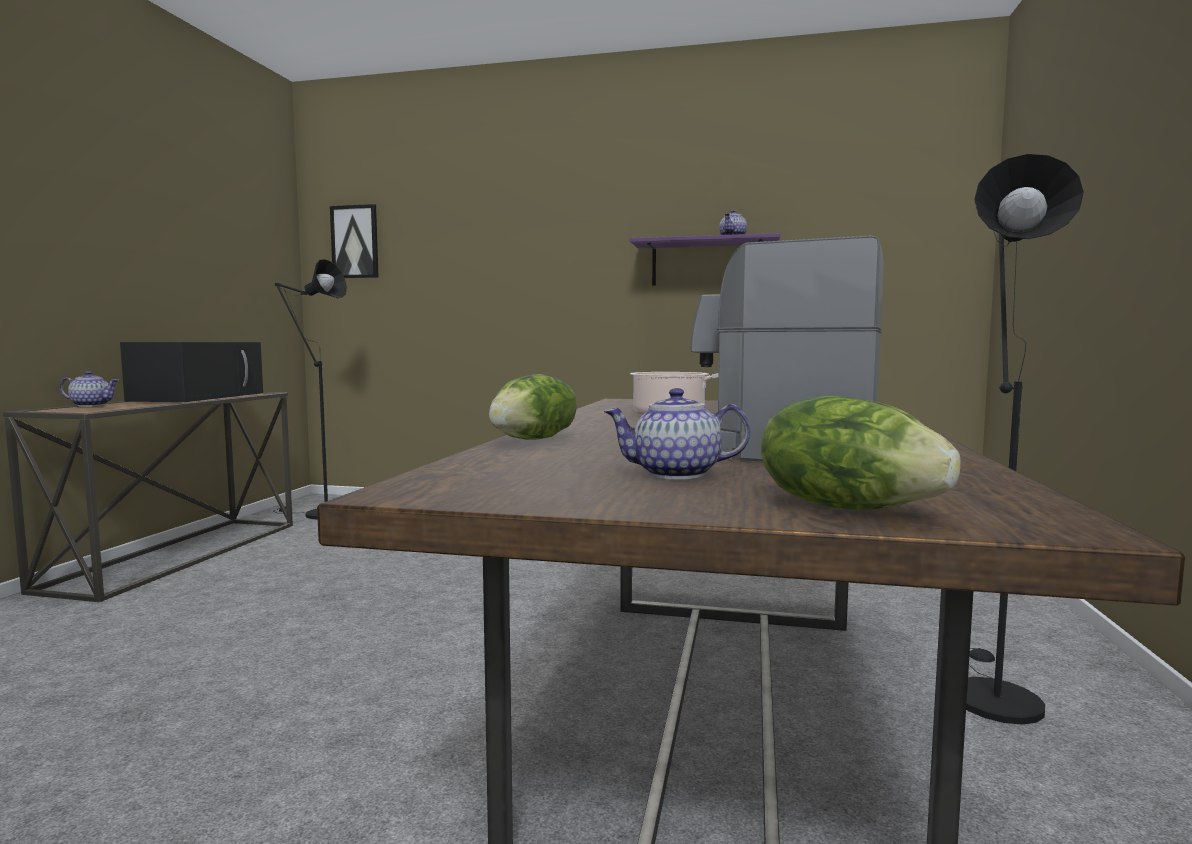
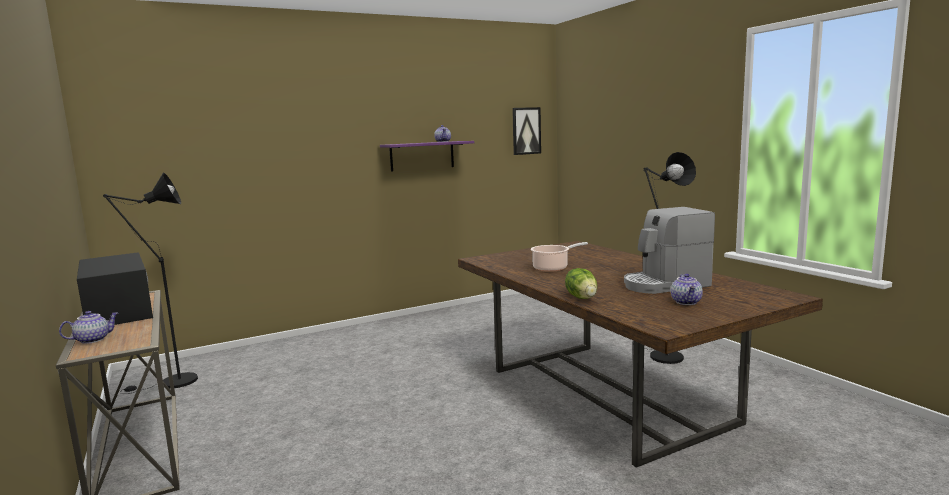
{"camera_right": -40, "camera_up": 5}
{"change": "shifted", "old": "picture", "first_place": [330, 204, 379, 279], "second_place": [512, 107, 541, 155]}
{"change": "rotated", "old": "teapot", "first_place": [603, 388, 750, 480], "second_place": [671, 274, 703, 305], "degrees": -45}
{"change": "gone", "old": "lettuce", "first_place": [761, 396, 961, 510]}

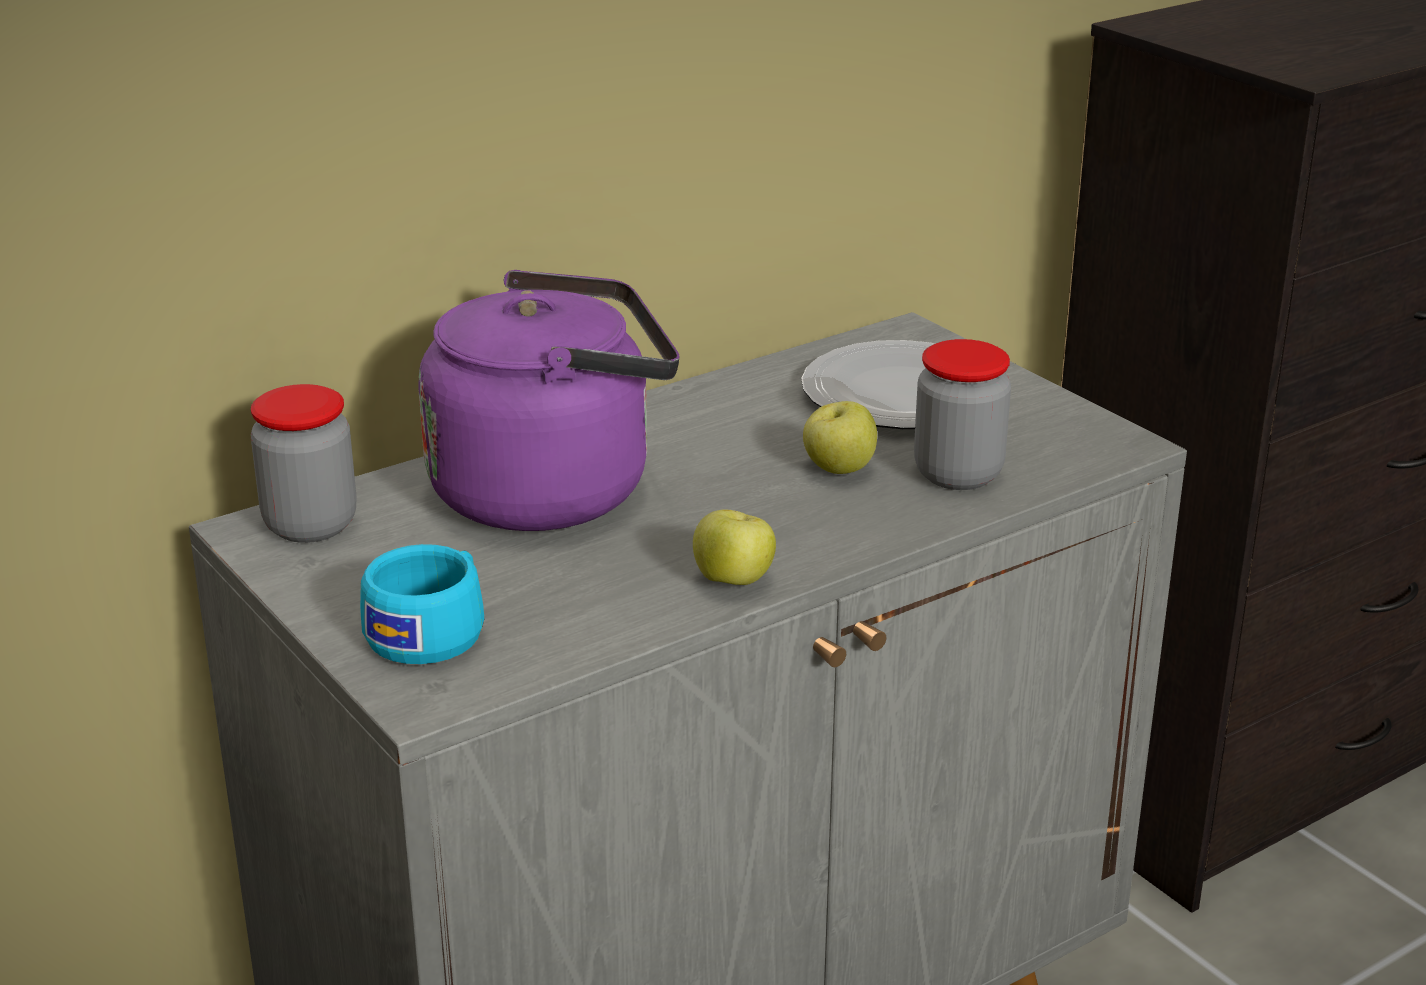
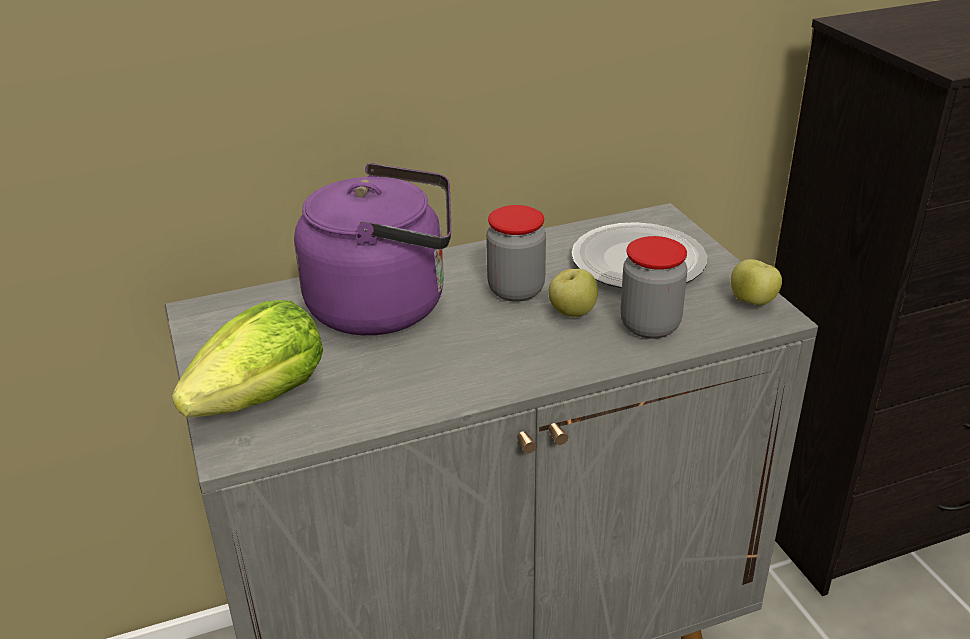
{"camera_right": 15, "camera_up": 5}
{"change": "shifted", "old": "jar", "first_place": [251, 384, 356, 543], "second_place": [486, 205, 546, 302]}
{"change": "shifted", "old": "apple", "first_place": [693, 510, 776, 585], "second_place": [731, 259, 782, 305]}
{"change": "swapped", "old": "turquoise_cup", "new": "lettuce", "first_place": [360, 544, 484, 664], "second_place": [172, 300, 323, 417]}

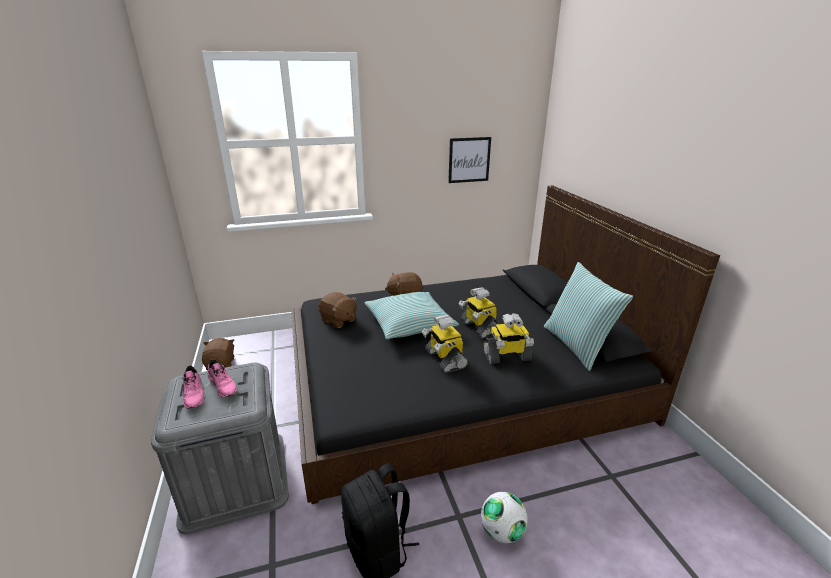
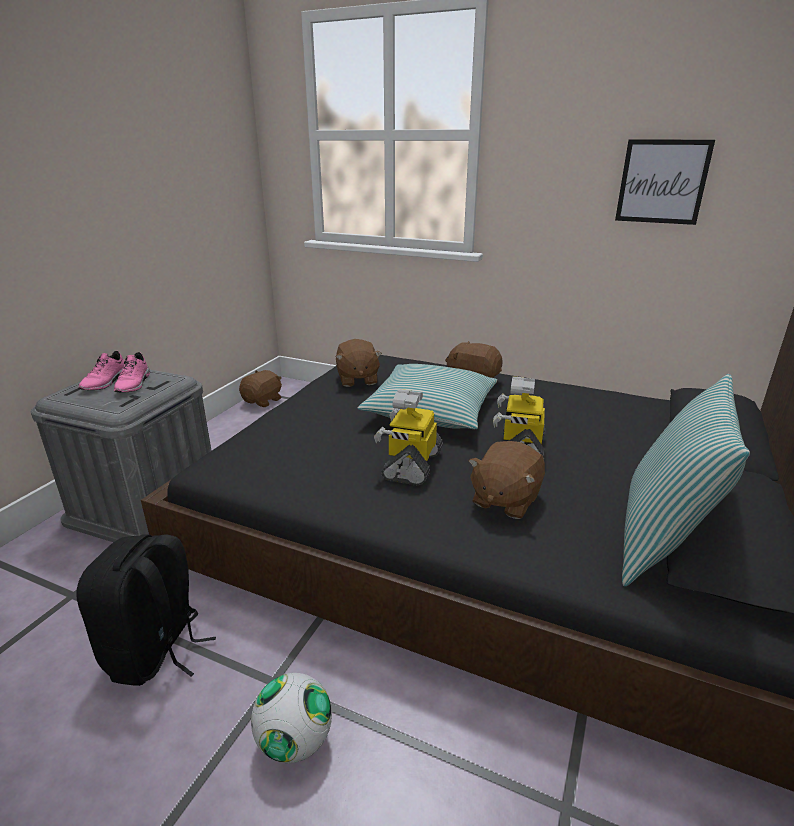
{"camera_right": 40, "camera_up": 0}
{"change": "swapped", "old": "toy_robot", "new": "brown_plush_toy", "first_place": [483, 313, 534, 364], "second_place": [469, 441, 545, 519]}

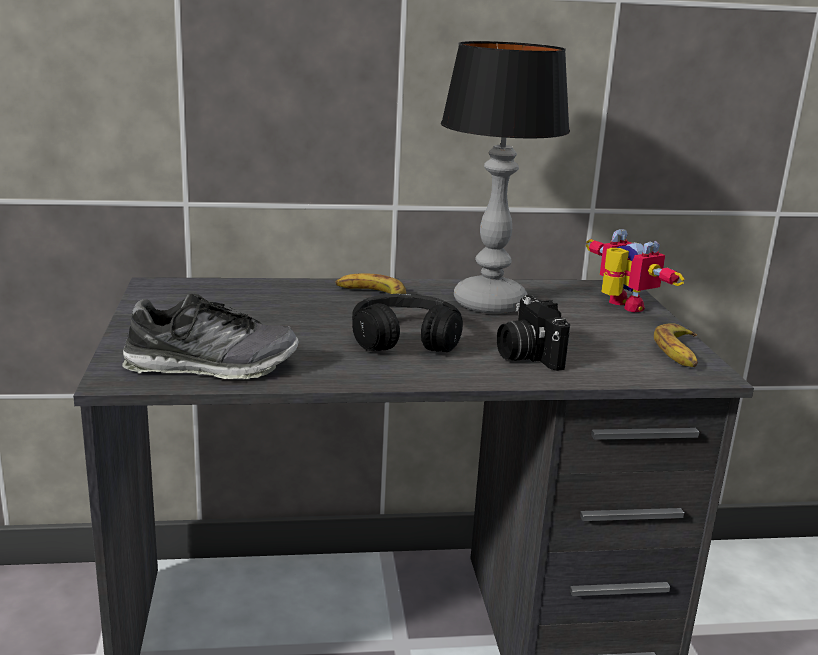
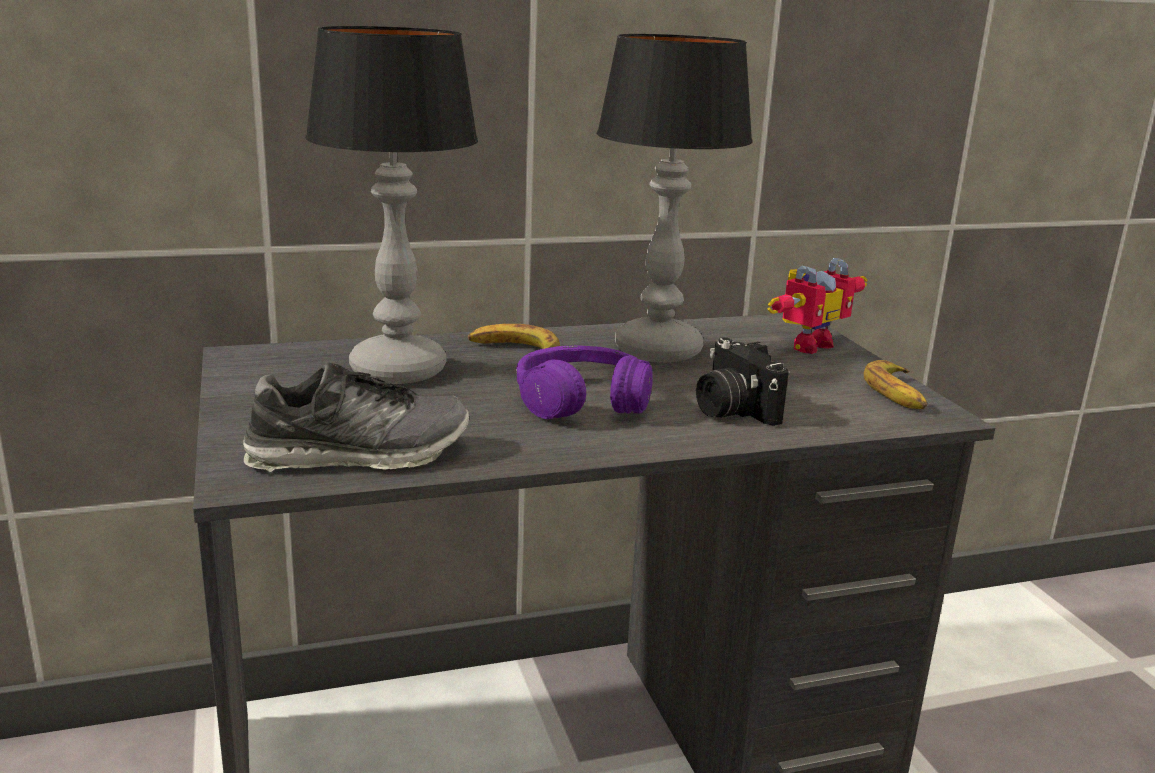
{"camera_right": -10, "camera_up": 0}
{"change": "rotated", "old": "toy_robot", "first_place": [586, 229, 685, 313], "second_place": [767, 258, 868, 354], "degrees": 90}
{"change": "repainted", "old": "black_headphones", "new": "purple_headphones", "first_place": [352, 294, 463, 352], "second_place": [516, 345, 653, 419]}
{"change": "new", "new": "table_lamp", "second_place": [305, 26, 478, 384]}

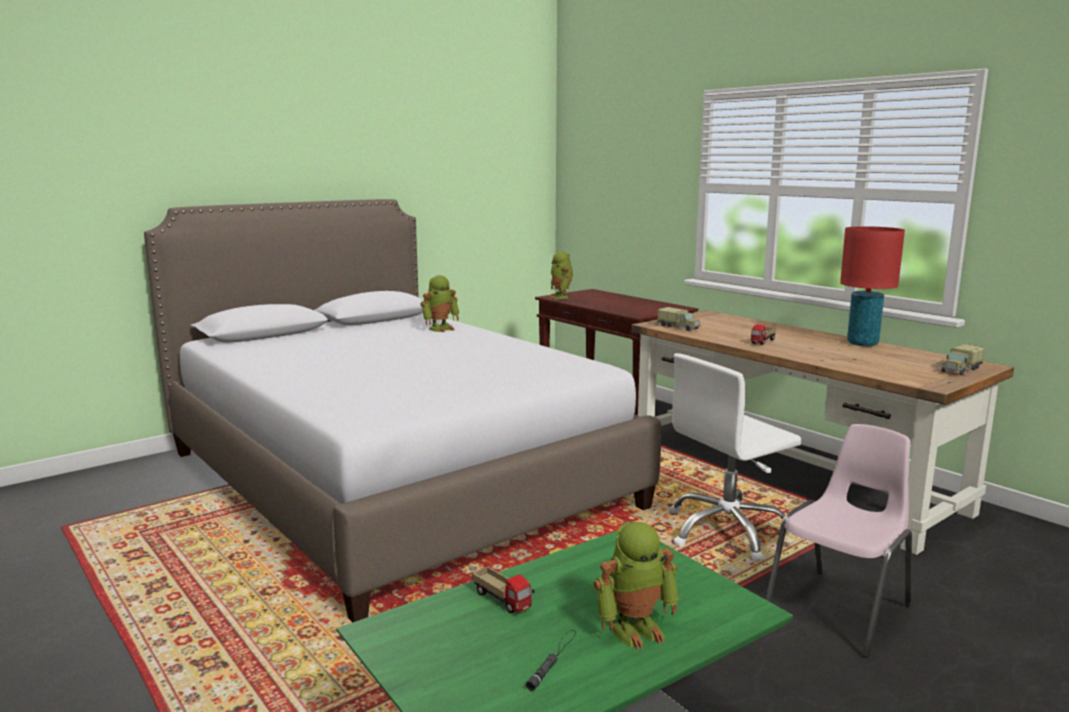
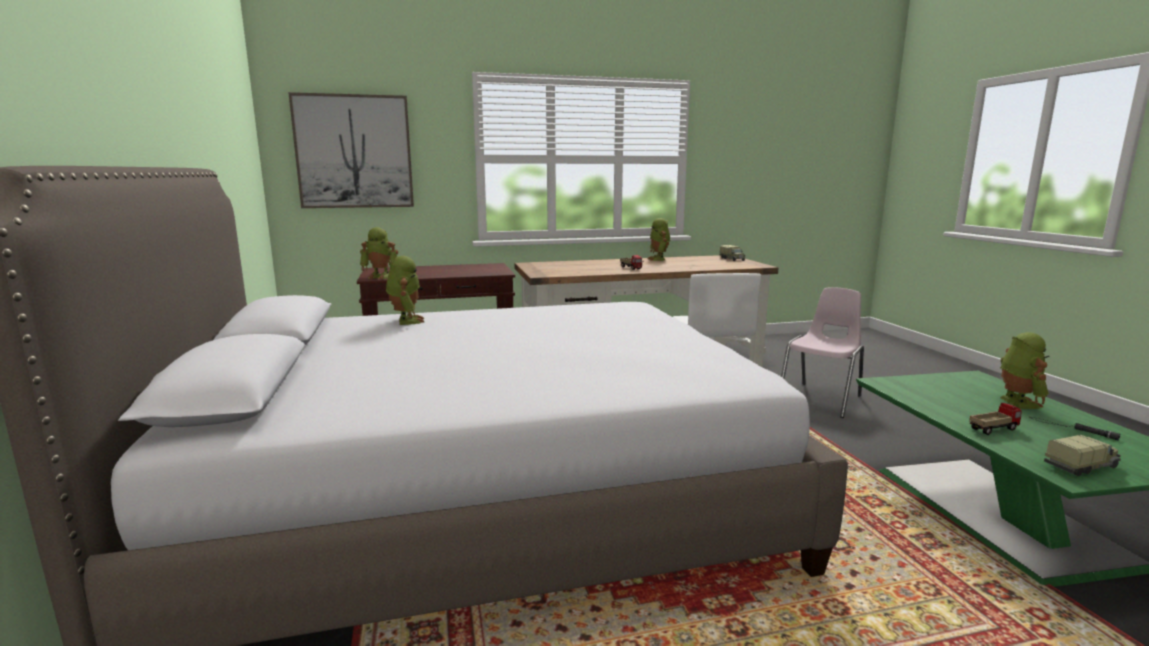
{"camera_right": -65, "camera_up": 0}
{"change": "swapped", "old": "red_table_lamp", "new": "toy_robot", "first_place": [840, 226, 905, 346], "second_place": [647, 218, 670, 261]}
{"change": "shifted", "old": "toy_truck", "first_place": [657, 307, 701, 331], "second_place": [1044, 435, 1121, 476]}
{"change": "rotated", "old": "pink_chair", "first_place": [765, 424, 912, 658], "second_place": [781, 287, 864, 418], "degrees": 60}
{"change": "new", "new": "picture", "second_place": [288, 92, 414, 208]}

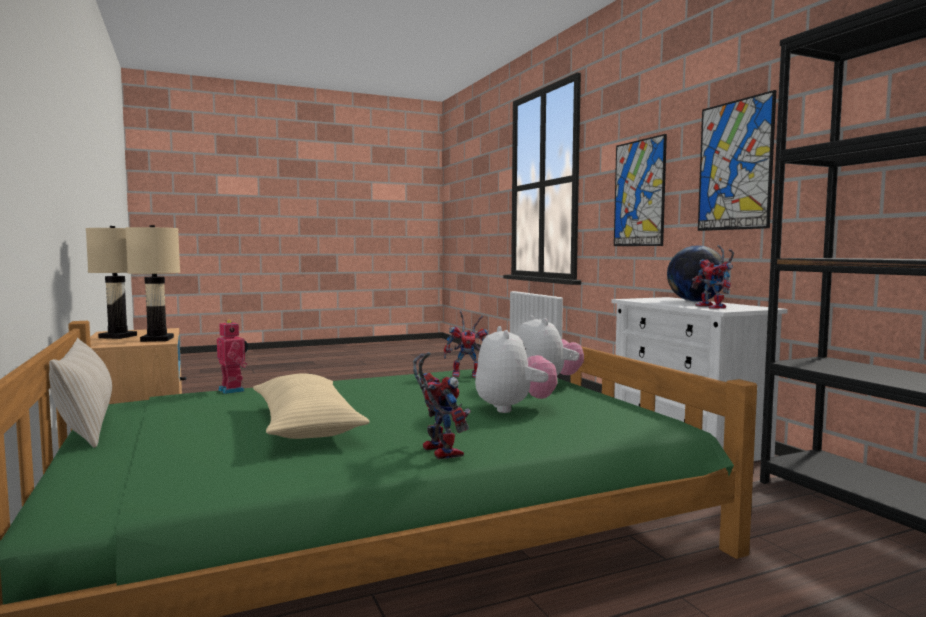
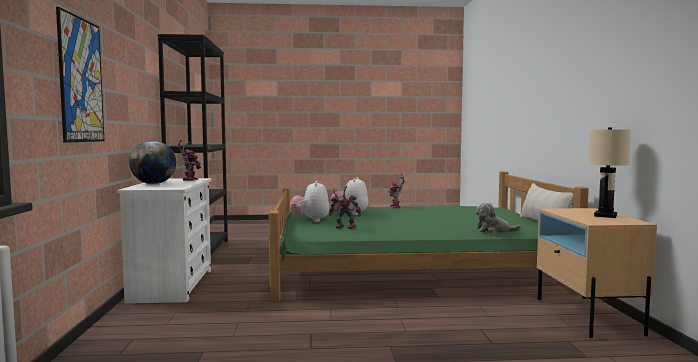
{"camera_right": -160, "camera_up": 0}
{"change": "gone", "old": "picture", "first_place": [698, 90, 776, 231]}
{"change": "gone", "old": "beige_table_lamp", "first_place": [125, 225, 180, 342]}
{"change": "swapped", "old": "toy_robot", "new": "plush_toy", "first_place": [217, 320, 248, 394], "second_place": [475, 202, 521, 233]}
{"change": "gone", "old": "beige_pillow", "first_place": [253, 374, 370, 439]}

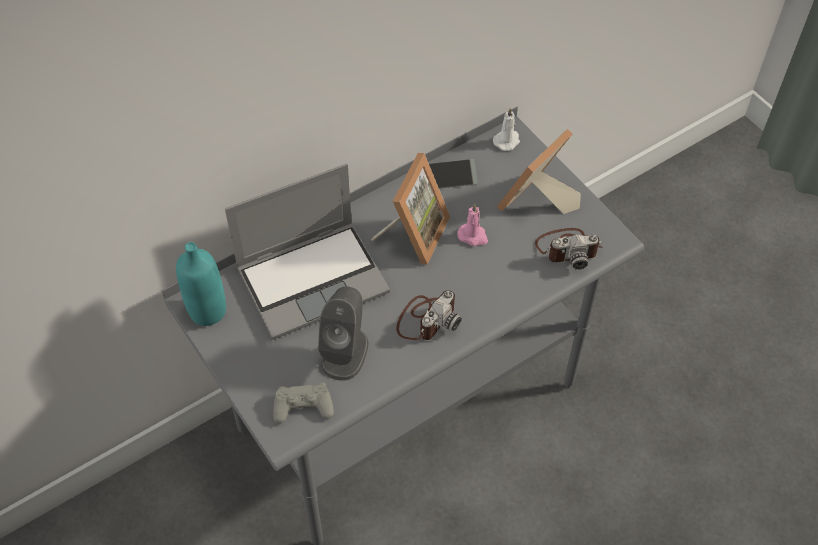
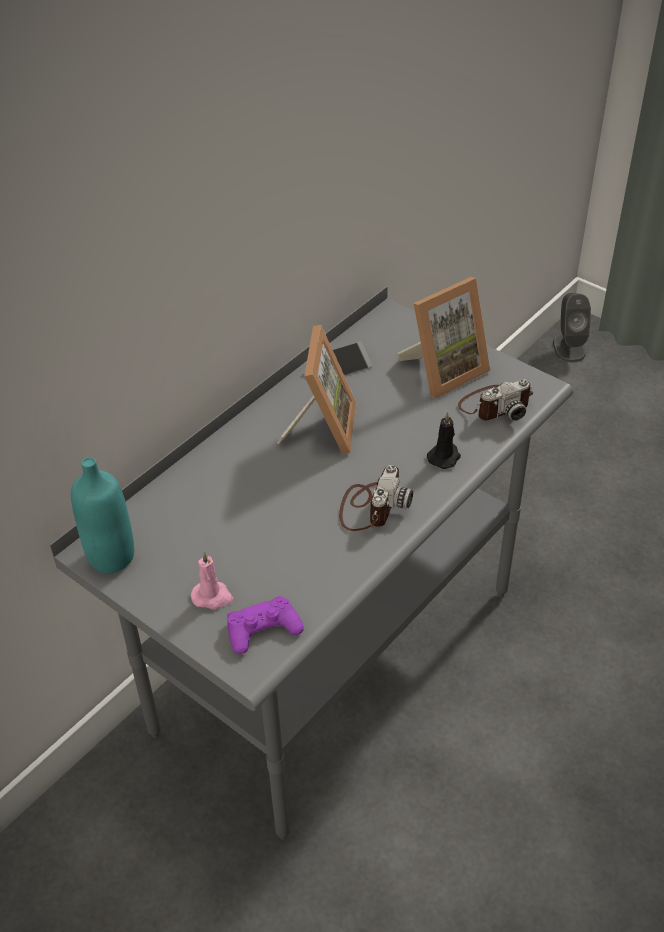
{"camera_right": -15, "camera_up": -10}
{"change": "gone", "old": "white_candle", "first_place": [493, 108, 520, 151]}
{"change": "rotated", "old": "picture_frame", "first_place": [497, 129, 581, 214], "second_place": [398, 277, 490, 399], "degrees": -150}
{"change": "gone", "old": "laptop", "first_place": [225, 164, 390, 340]}
{"change": "shifted", "old": "pink_candle", "first_place": [457, 204, 488, 246], "second_place": [191, 552, 233, 609]}
{"change": "shifted", "old": "grey_speaker", "first_place": [318, 286, 368, 381], "second_place": [553, 293, 591, 362]}
{"change": "repainted", "old": "grey_game_controller", "new": "purple_game_controller", "first_place": [273, 383, 334, 423], "second_place": [227, 596, 304, 654]}
{"change": "new", "new": "black_candle", "second_place": [427, 412, 461, 469]}

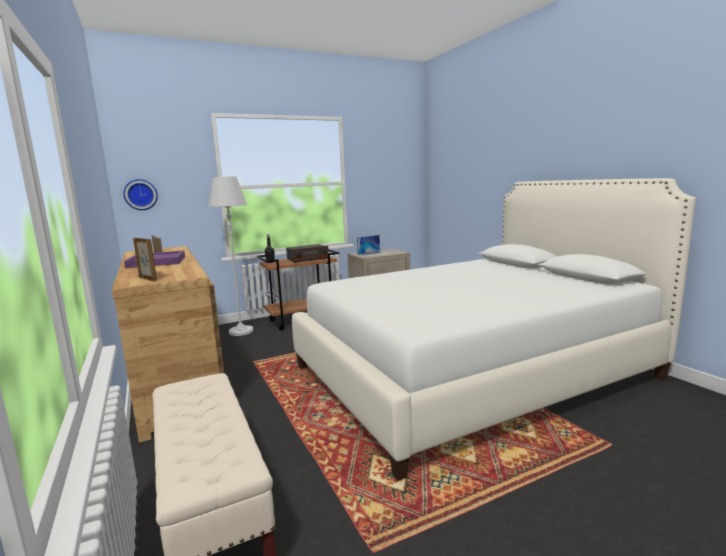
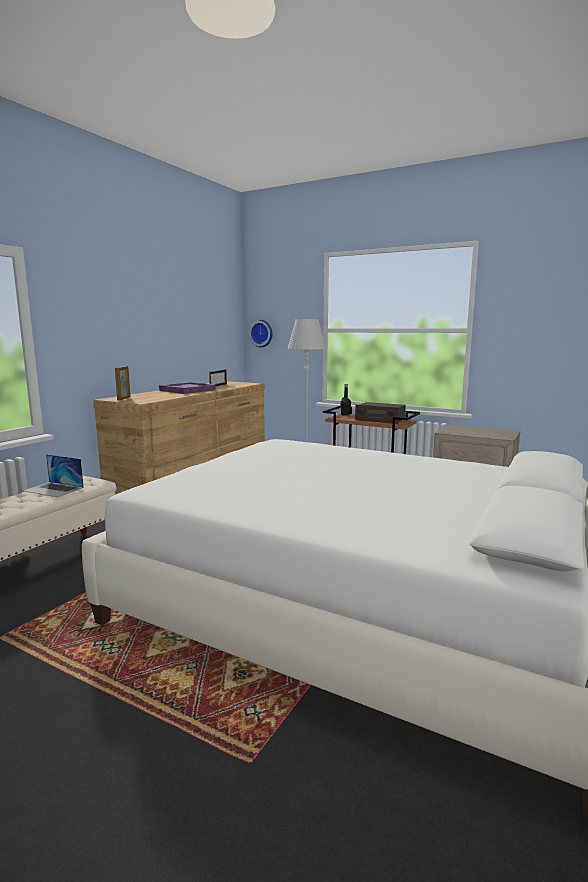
{"camera_right": 55, "camera_up": 0}
{"change": "shifted", "old": "laptop", "first_place": [357, 235, 390, 257], "second_place": [23, 454, 84, 497]}

